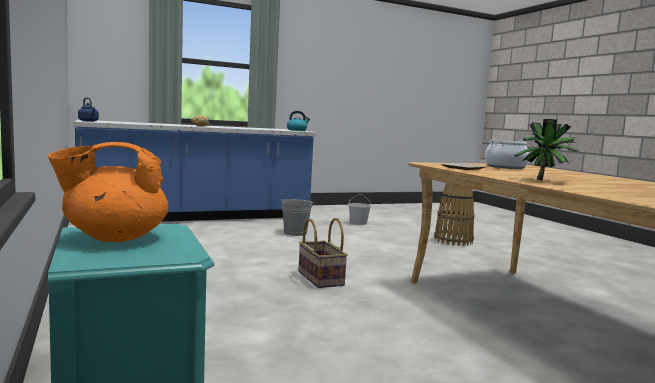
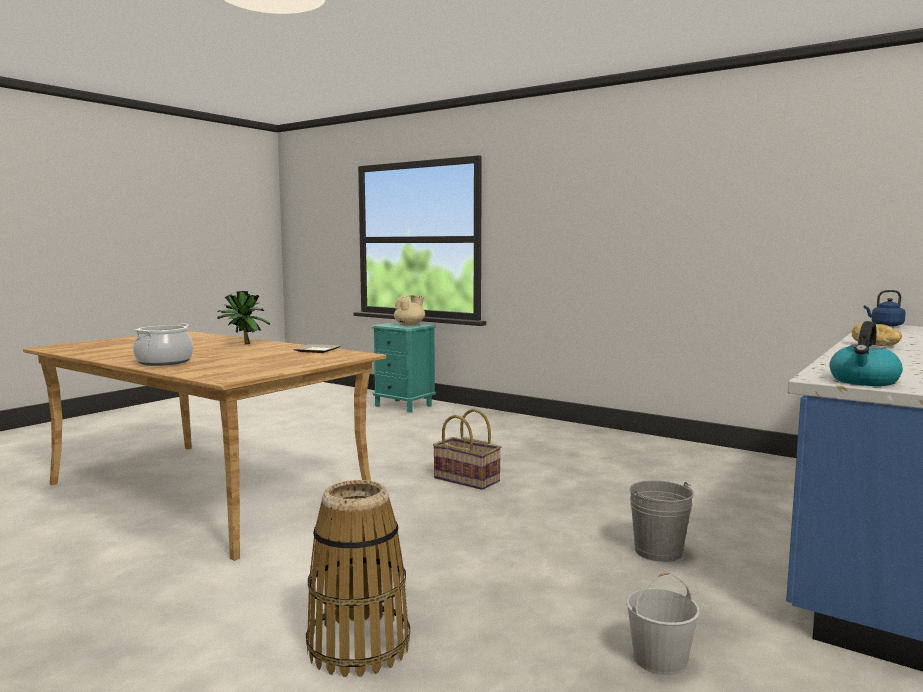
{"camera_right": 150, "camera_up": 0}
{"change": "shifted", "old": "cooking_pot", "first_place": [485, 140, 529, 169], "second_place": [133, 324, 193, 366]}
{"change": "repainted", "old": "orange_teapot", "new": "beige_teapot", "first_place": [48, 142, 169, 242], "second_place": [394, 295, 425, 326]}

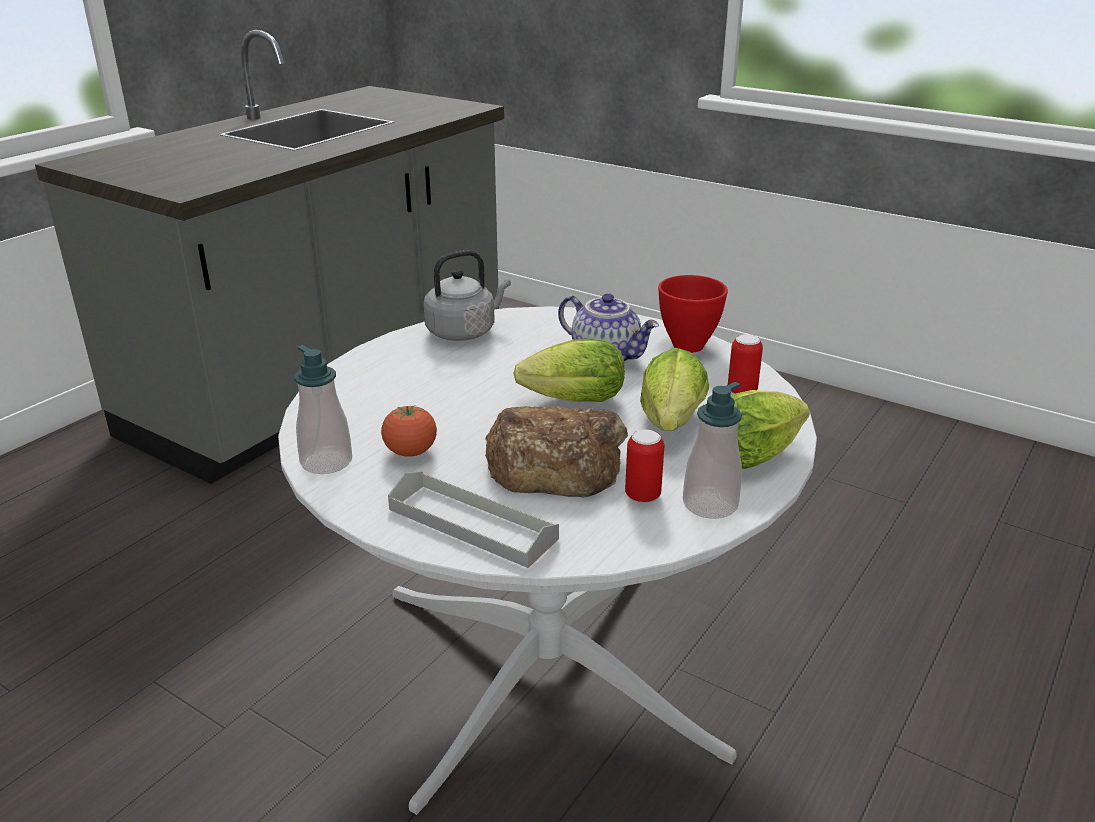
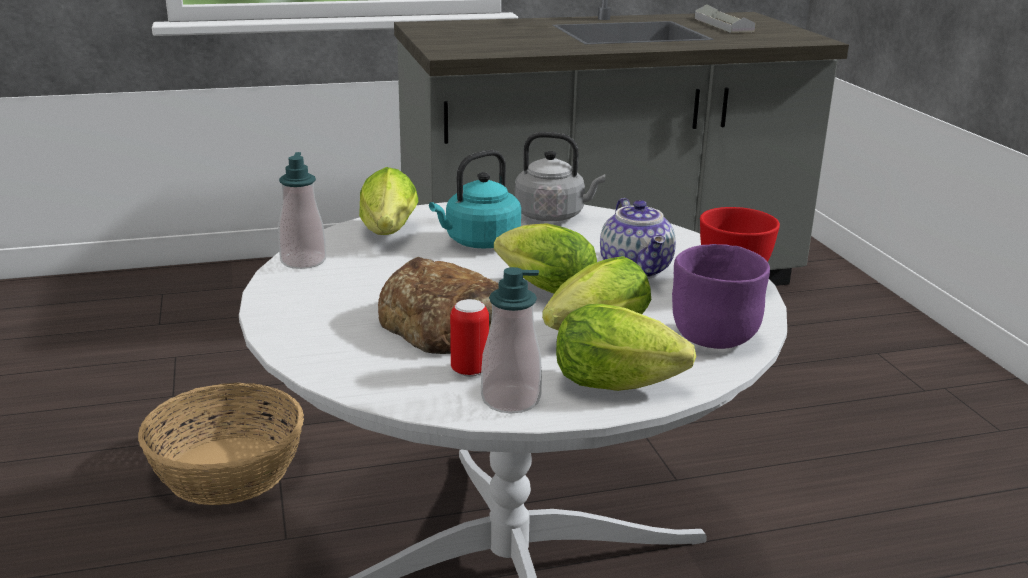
{"camera_right": 40, "camera_up": -5}
{"change": "swapped", "old": "can", "new": "purple_bowl", "first_place": [728, 334, 763, 394], "second_place": [672, 244, 770, 349]}
{"change": "gone", "old": "tomato", "first_place": [381, 405, 437, 457]}
{"change": "shifted", "old": "grey_tray", "first_place": [388, 471, 559, 568], "second_place": [695, 4, 755, 33]}
{"change": "new", "new": "turquoise_kettle", "second_place": [429, 150, 521, 249]}
{"change": "new", "new": "lettuce", "second_place": [359, 167, 418, 235]}
{"change": "new", "new": "basket", "second_place": [138, 383, 304, 505]}

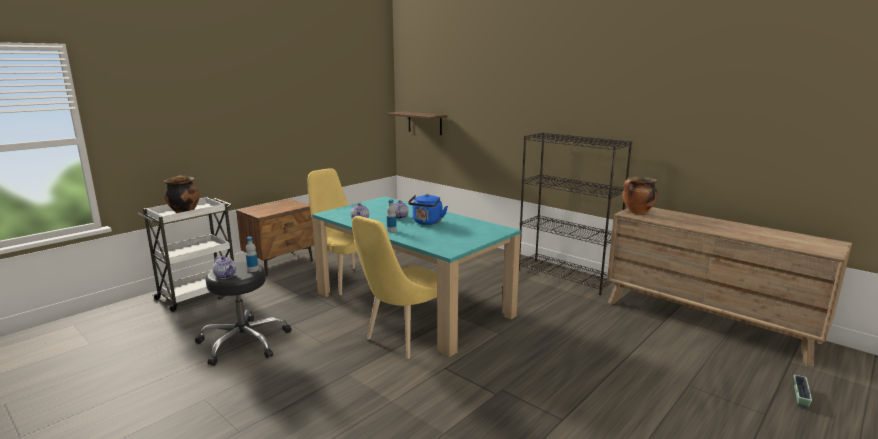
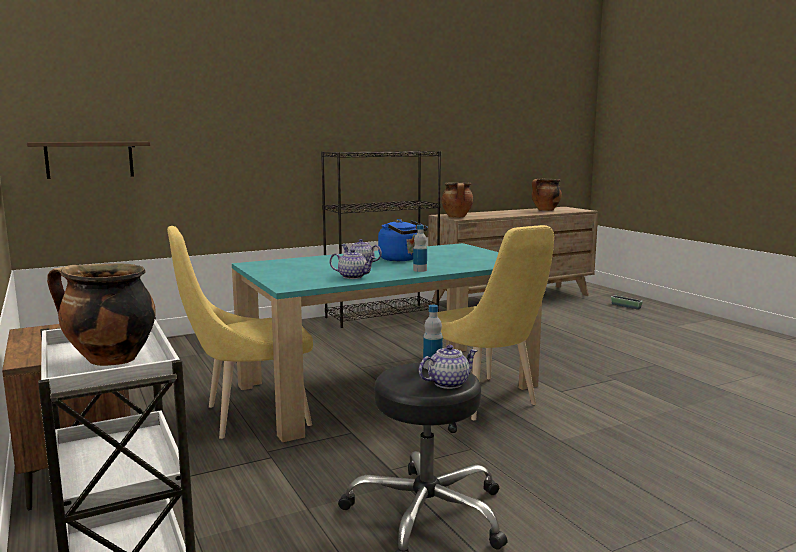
{"camera_right": -70, "camera_up": -5}
{"change": "new", "new": "cooking_pot", "second_place": [532, 178, 562, 211]}

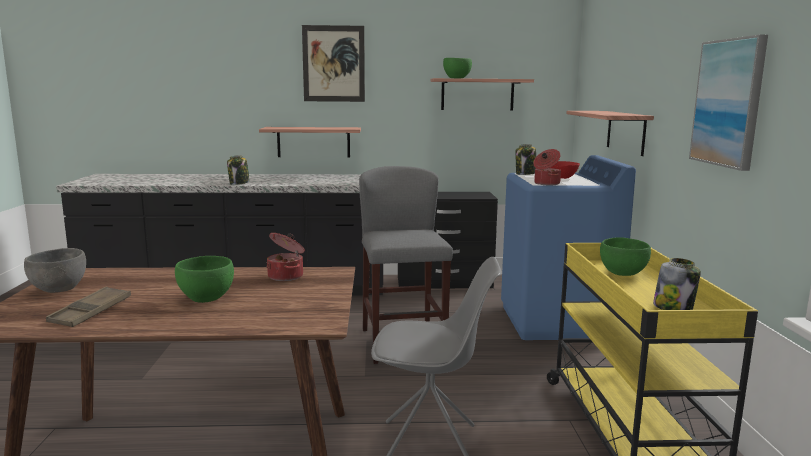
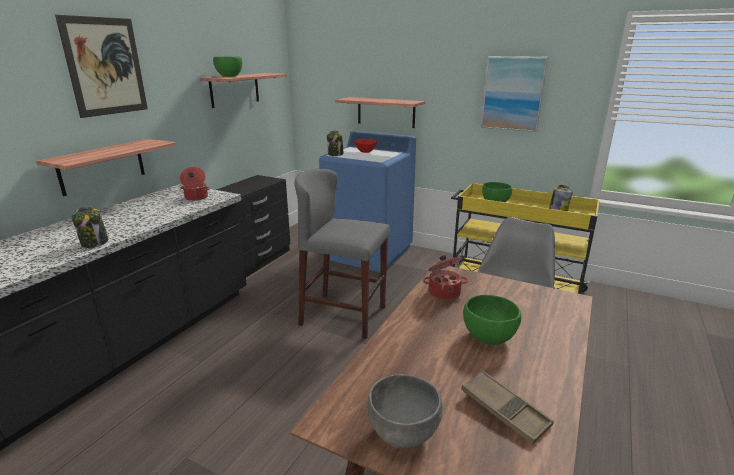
{"camera_right": -60, "camera_up": 10}
{"change": "shifted", "old": "cooking_pot", "first_place": [533, 149, 561, 185], "second_place": [180, 167, 210, 201]}

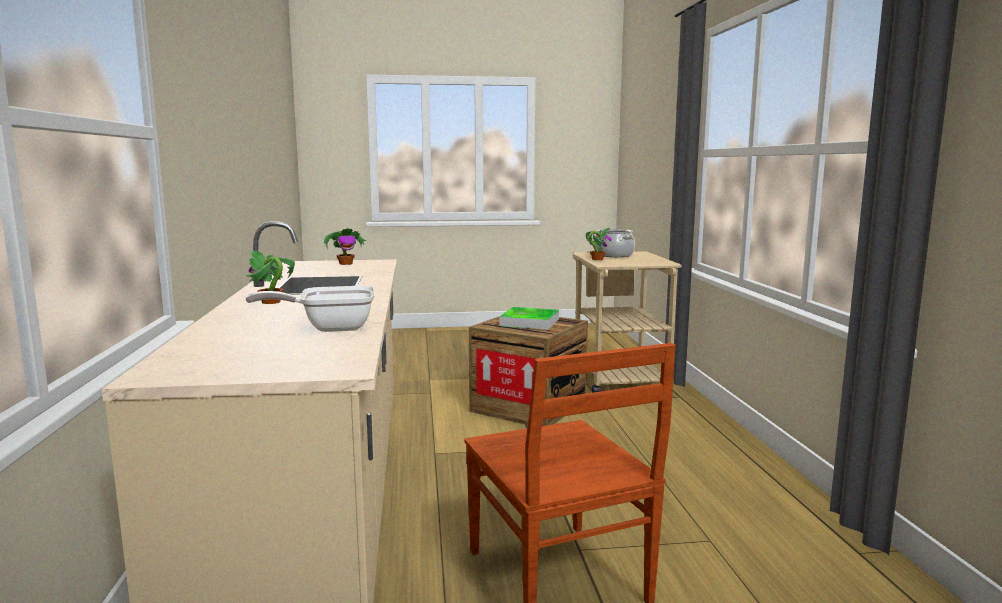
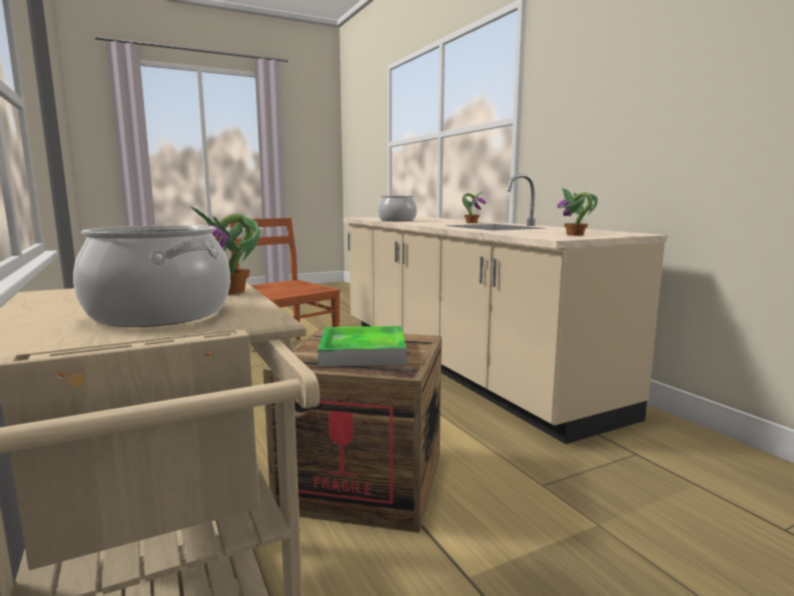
{"camera_right": 160, "camera_up": 0}
{"change": "swapped", "old": "frying_pan", "new": "cooking_pot", "first_place": [246, 286, 375, 332], "second_place": [378, 196, 417, 221]}

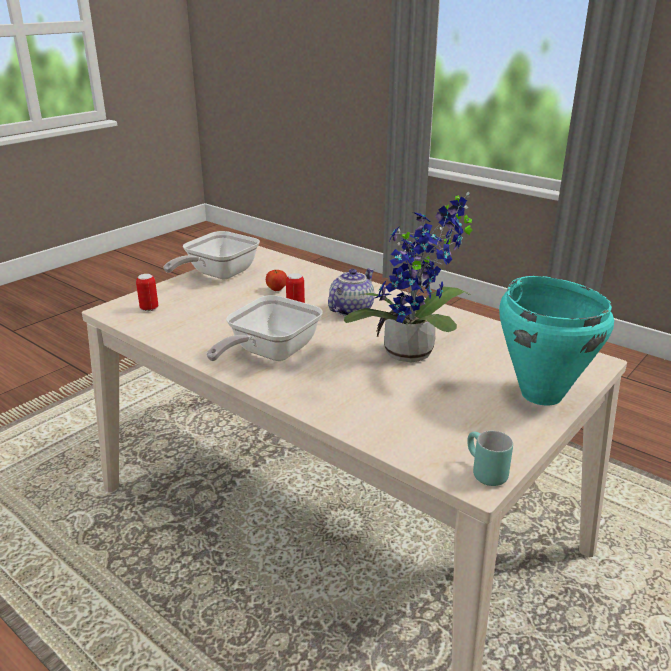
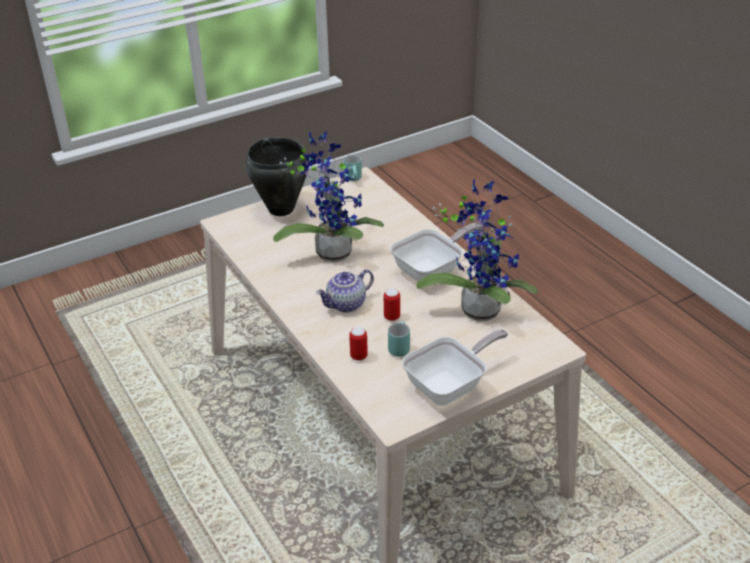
{"camera_right": -160, "camera_up": 10}
{"change": "swapped", "old": "apple", "new": "turquoise_mug", "first_place": [266, 270, 287, 291], "second_place": [388, 321, 410, 357]}
{"change": "shifted", "old": "can", "first_place": [136, 274, 158, 311], "second_place": [349, 327, 368, 360]}
{"change": "repainted", "old": "turquoise_cooking_pot", "new": "black_cooking_pot", "first_place": [499, 276, 614, 406], "second_place": [245, 137, 308, 216]}
{"change": "new", "new": "potted_plant", "second_place": [416, 179, 538, 321]}

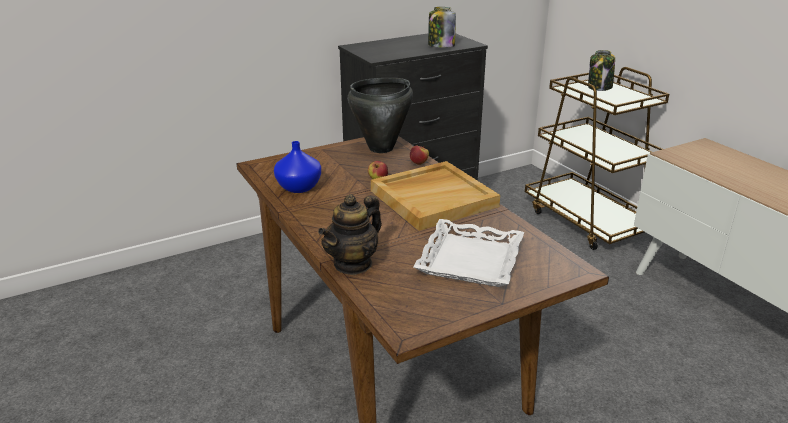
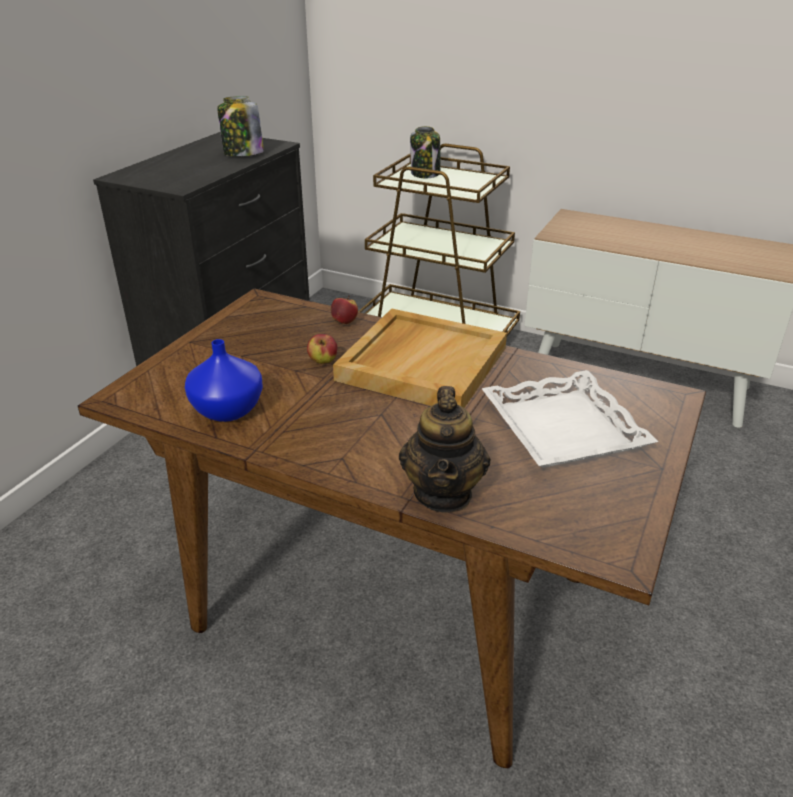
{"camera_right": -35, "camera_up": 5}
{"change": "gone", "old": "black_cooking_pot", "first_place": [348, 78, 413, 153]}

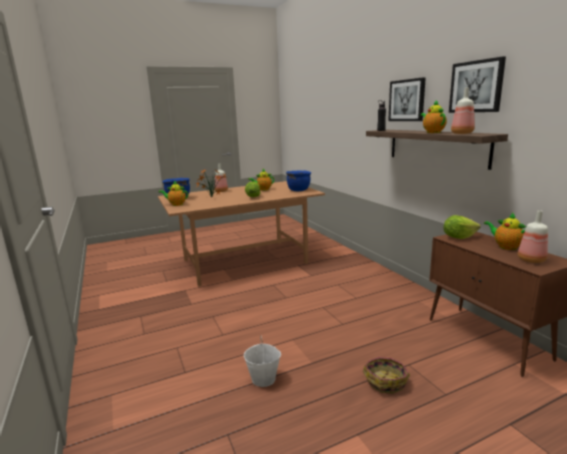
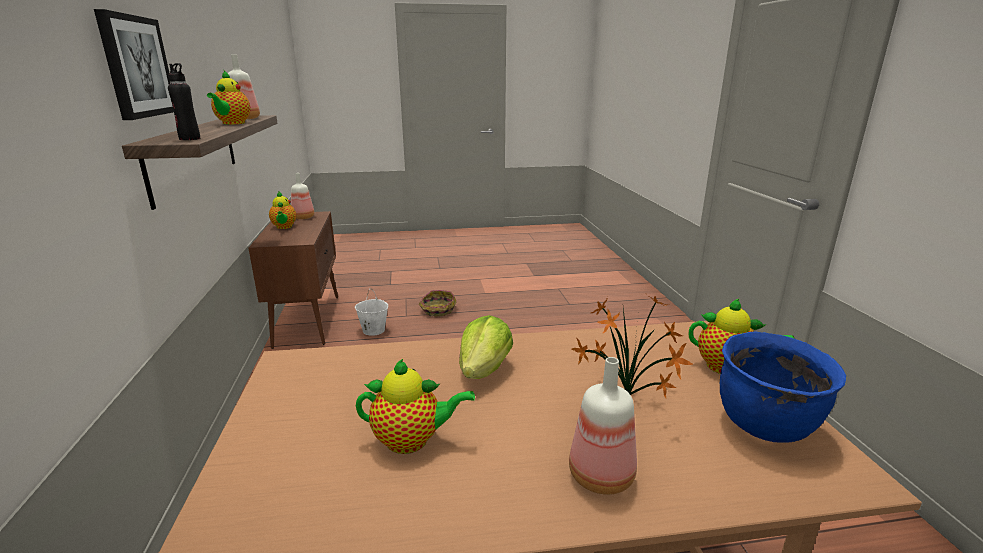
{"camera_right": -165, "camera_up": 5}
{"change": "gone", "old": "picture", "first_place": [449, 57, 506, 113]}
{"change": "gone", "old": "blue_cooking_pot", "first_place": [286, 171, 311, 191]}
{"change": "gone", "old": "lettuce", "first_place": [443, 215, 481, 239]}
{"change": "shifted", "old": "white_bucket", "first_place": [244, 336, 281, 387], "second_place": [355, 288, 388, 336]}

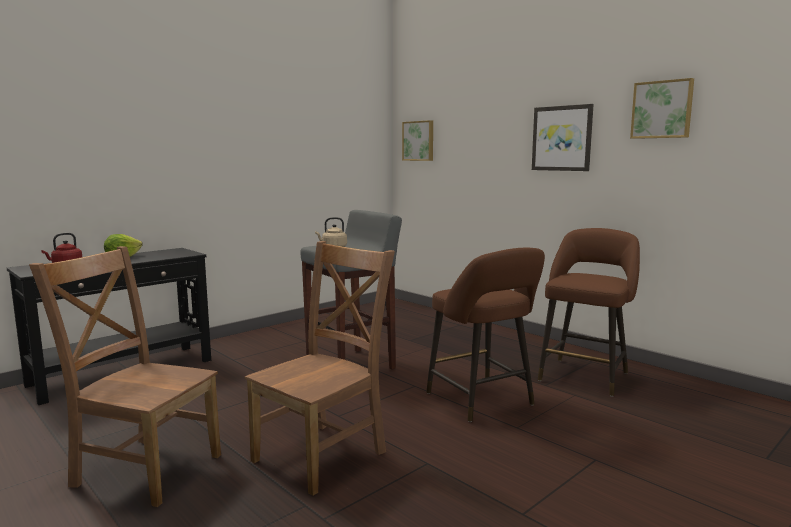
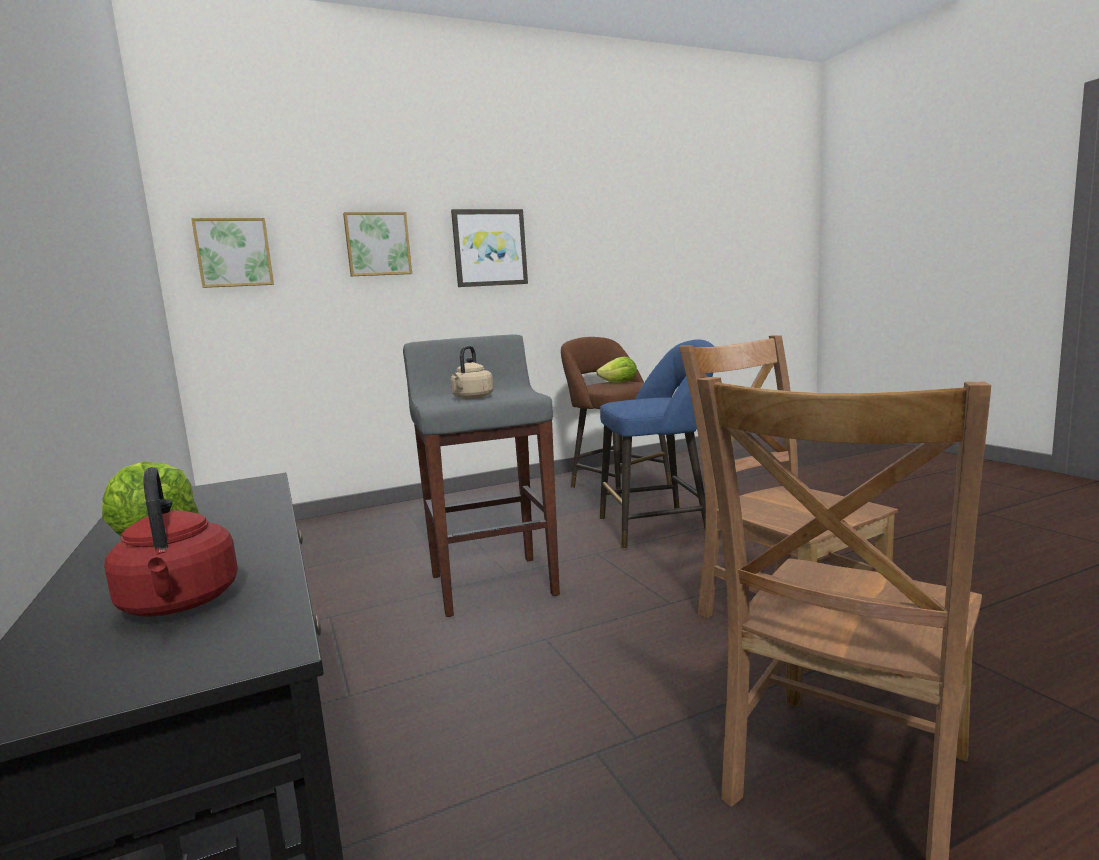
{"camera_right": -70, "camera_up": 0}
{"change": "shifted", "old": "picture", "first_place": [630, 78, 694, 139], "second_place": [343, 212, 412, 276]}
{"change": "repainted", "old": "brown_stool", "new": "blue_stool", "first_place": [426, 248, 545, 422], "second_place": [600, 339, 714, 549]}
{"change": "new", "new": "lettuce", "second_place": [596, 357, 637, 383]}

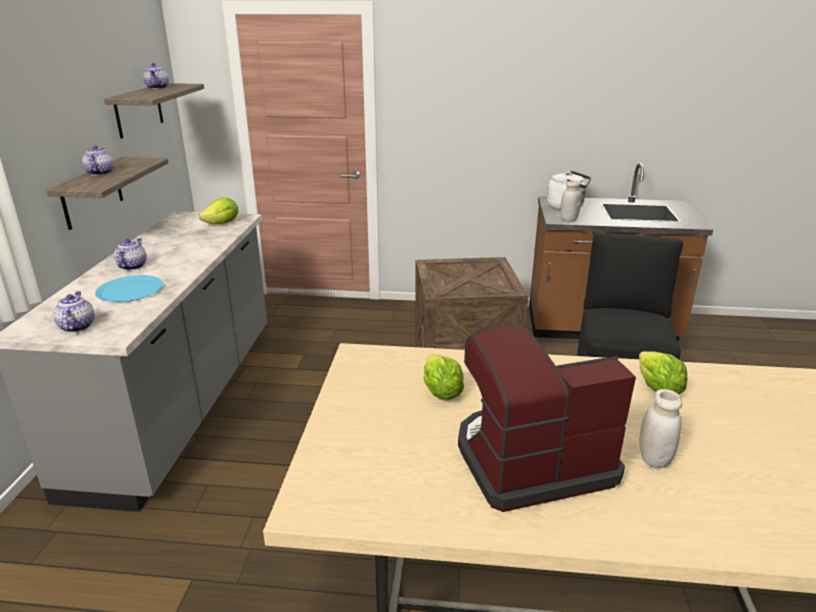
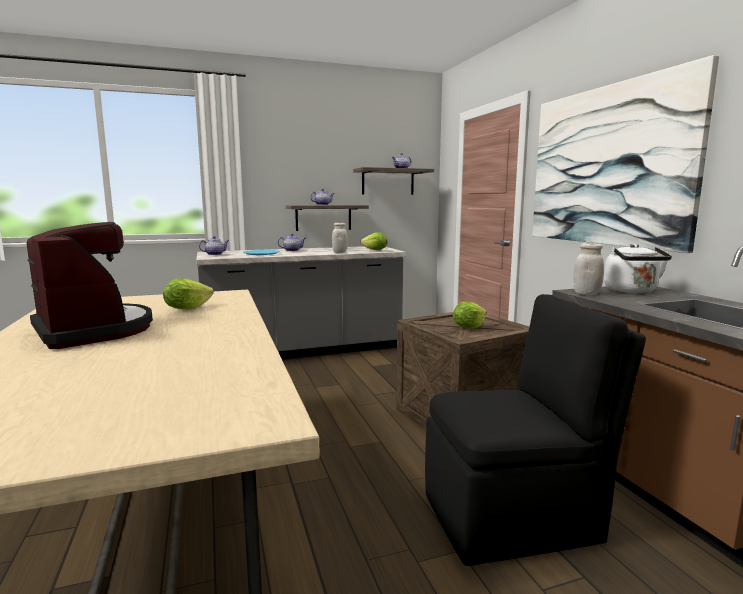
{"camera_right": 65, "camera_up": -15}
{"change": "shifted", "old": "lettuce", "first_place": [639, 351, 687, 394], "second_place": [453, 302, 487, 328]}
{"change": "shifted", "old": "white_jar", "first_place": [639, 389, 682, 468], "second_place": [332, 223, 348, 253]}
{"change": "new", "new": "picture", "second_place": [532, 55, 719, 253]}

